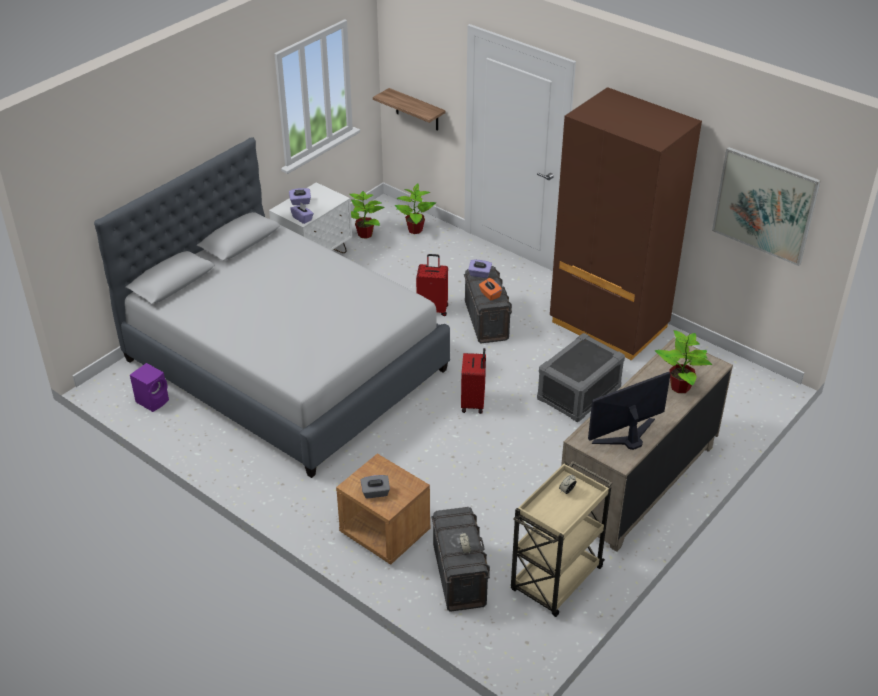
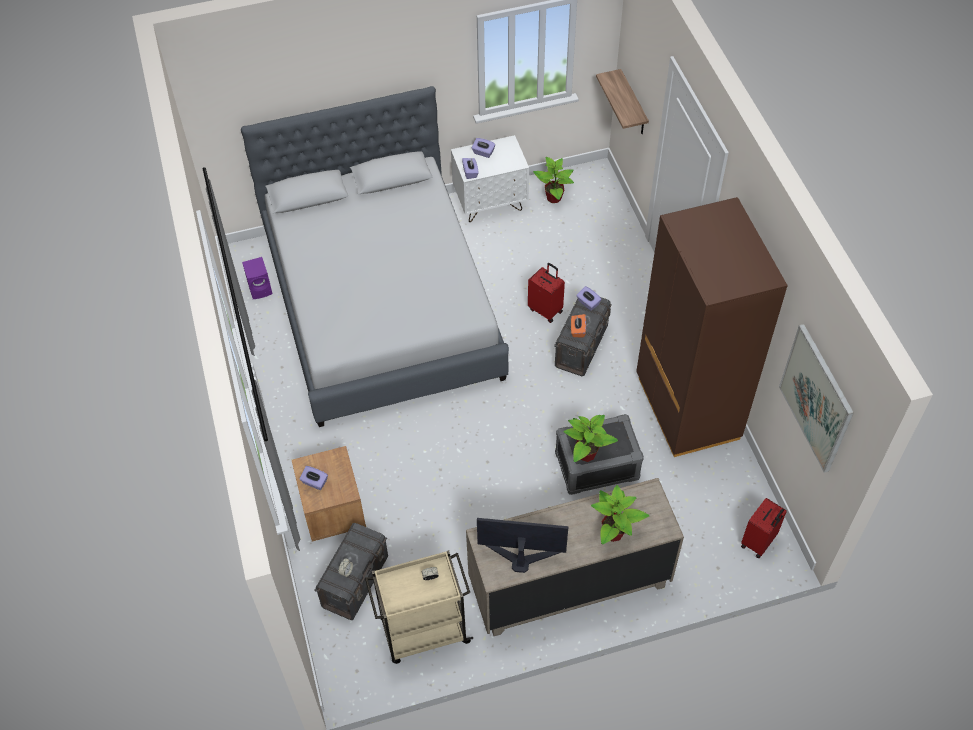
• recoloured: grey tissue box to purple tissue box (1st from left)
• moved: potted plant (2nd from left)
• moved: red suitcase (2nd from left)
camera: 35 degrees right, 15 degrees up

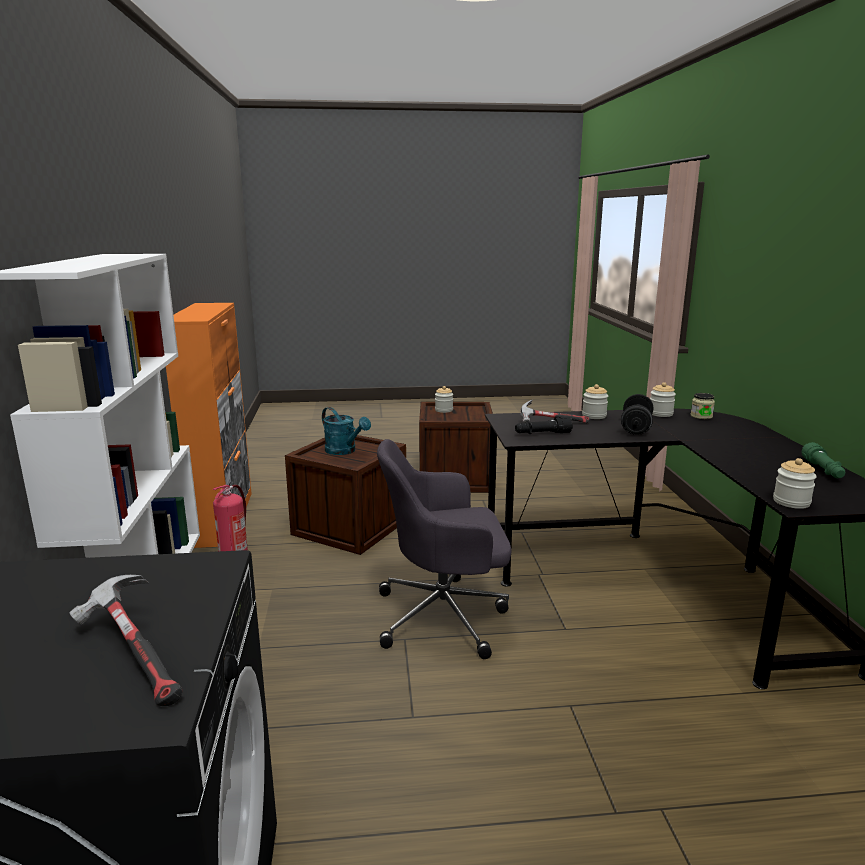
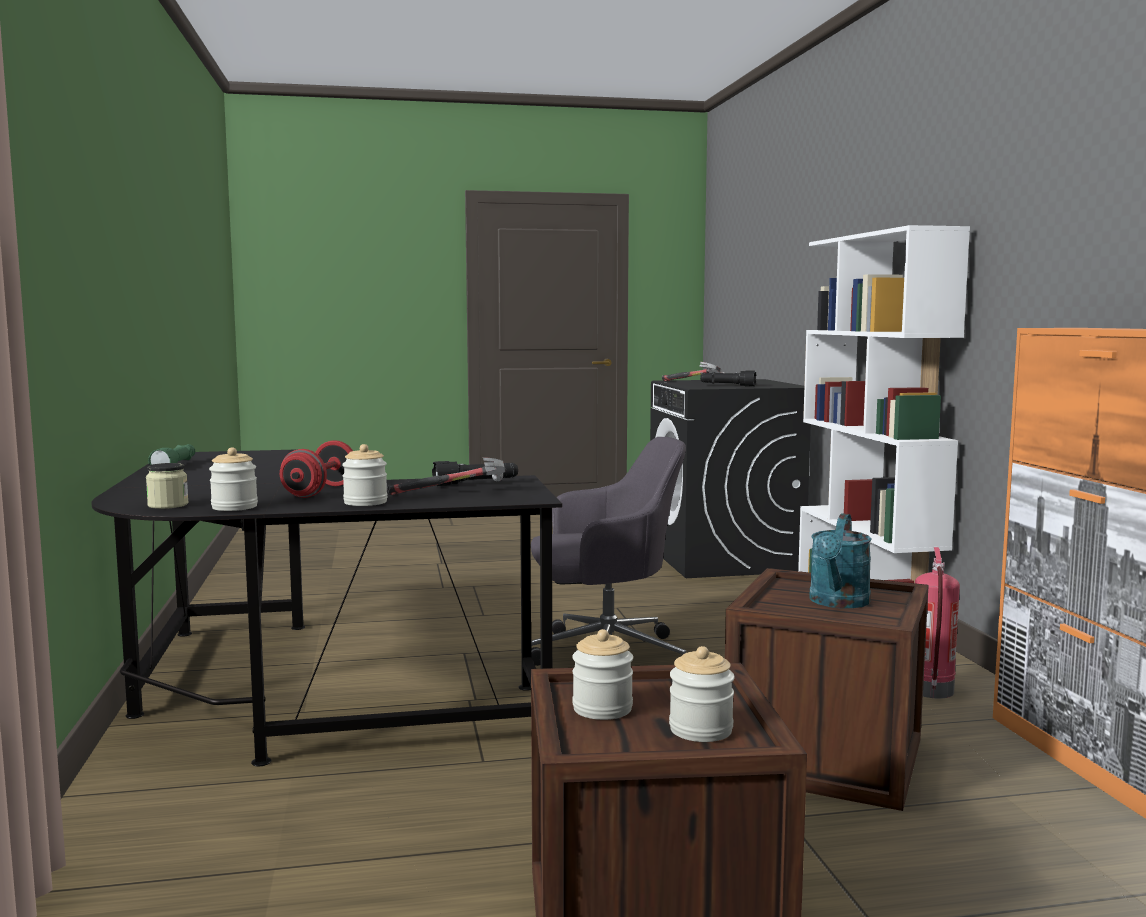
• recoloured: black dumbbell to red dumbbell
• moved: jar (5th from left in the first image) to jar (4th from left)
• added: black flashlight (2nd from left)
• turned: turquoise watering can 105 degrees counterclockwise
camera: 175 degrees right, 10 degrees down

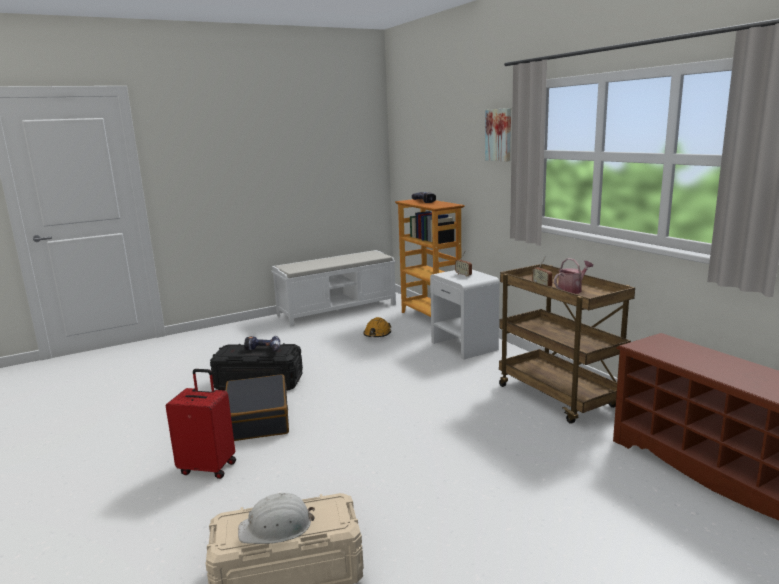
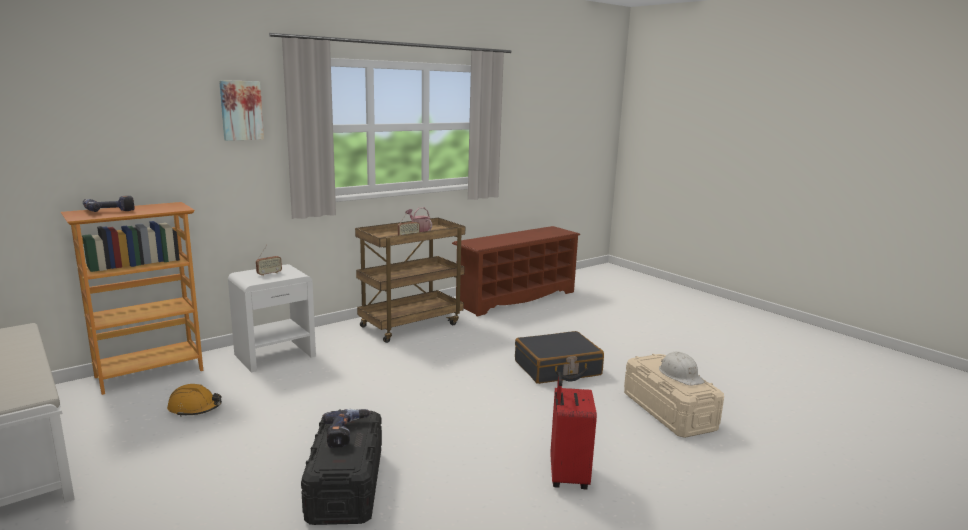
• moved: black suitcase
camera: 100 degrees left, 0 degrees up

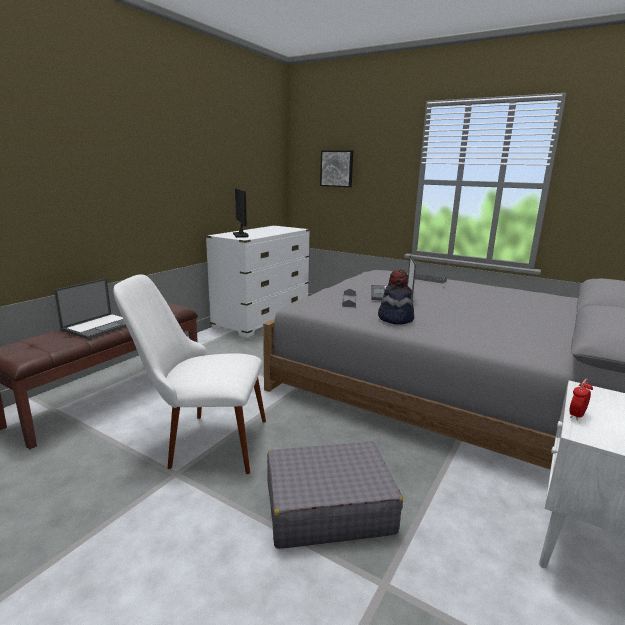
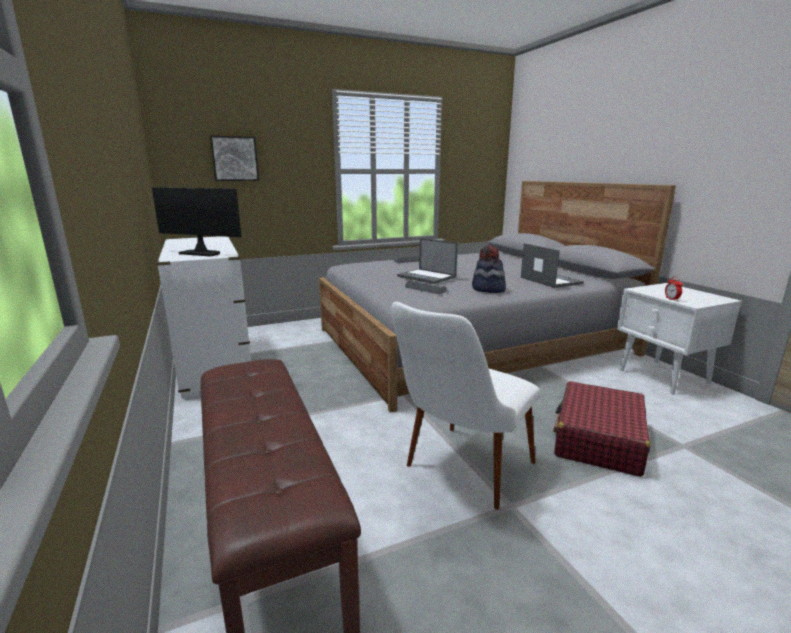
• moved: laptop (1st from left in the first image) to laptop (2nd from left)
• recoloured: grey suitcase to red suitcase
camera: 55 degrees left, 0 degrees up

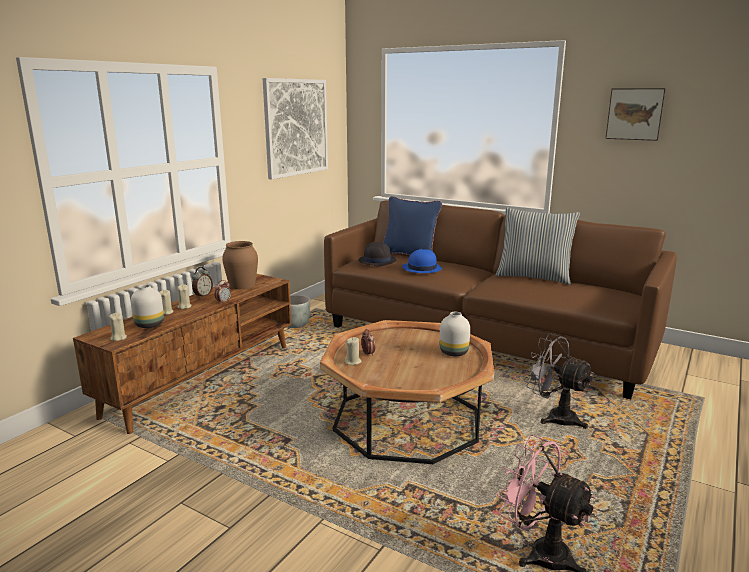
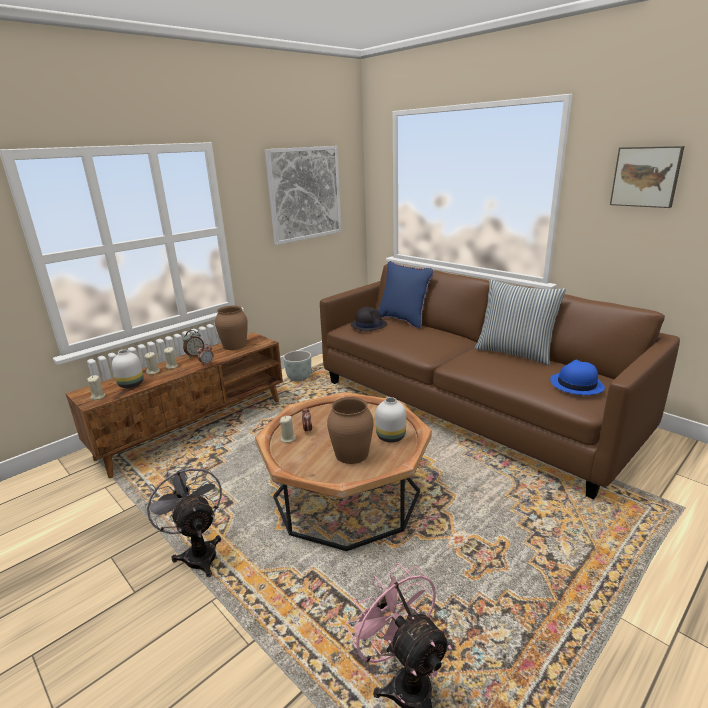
• moved: grey fan
• added: brown vase (2nd from left)
• moved: blue hat
camera: 15 degrees right, 5 degrees up

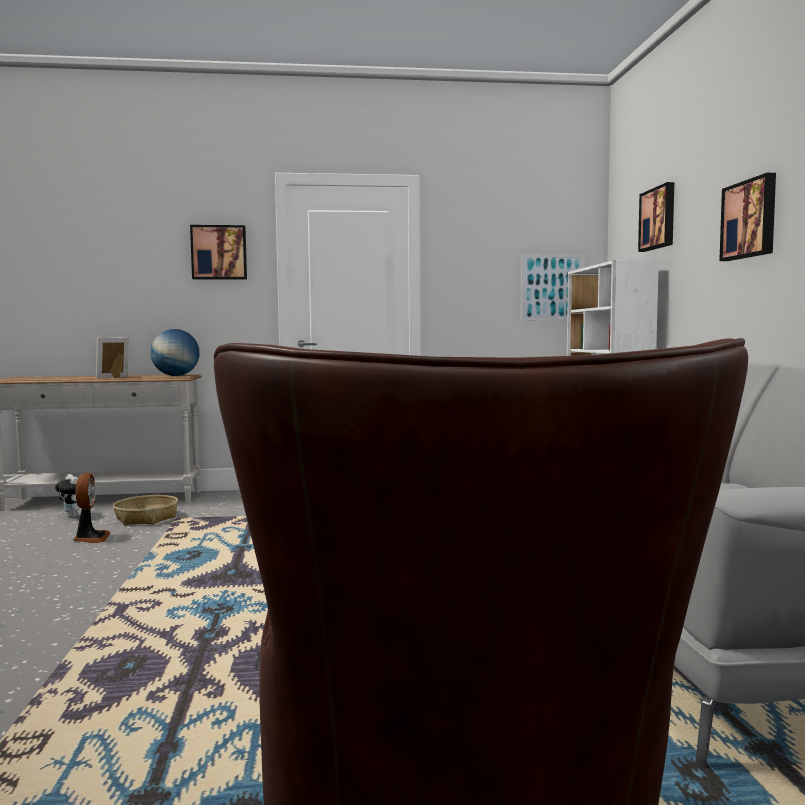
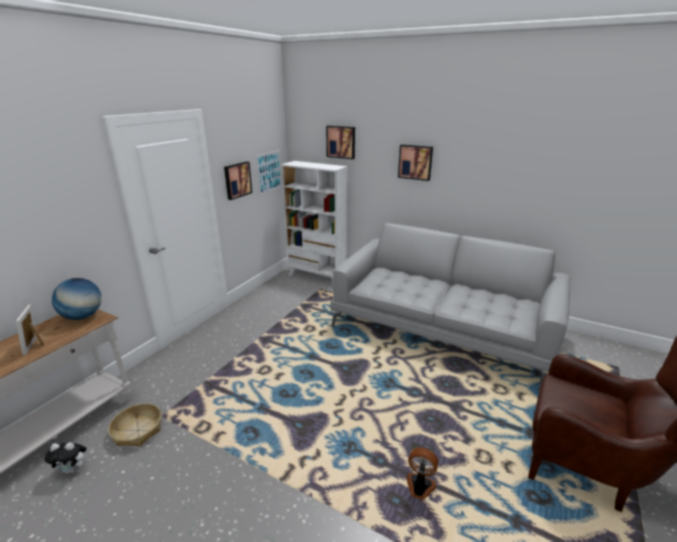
• moved: picture (1st from left)
• moved: fan
camera: 55 degrees left, 20 degrees up

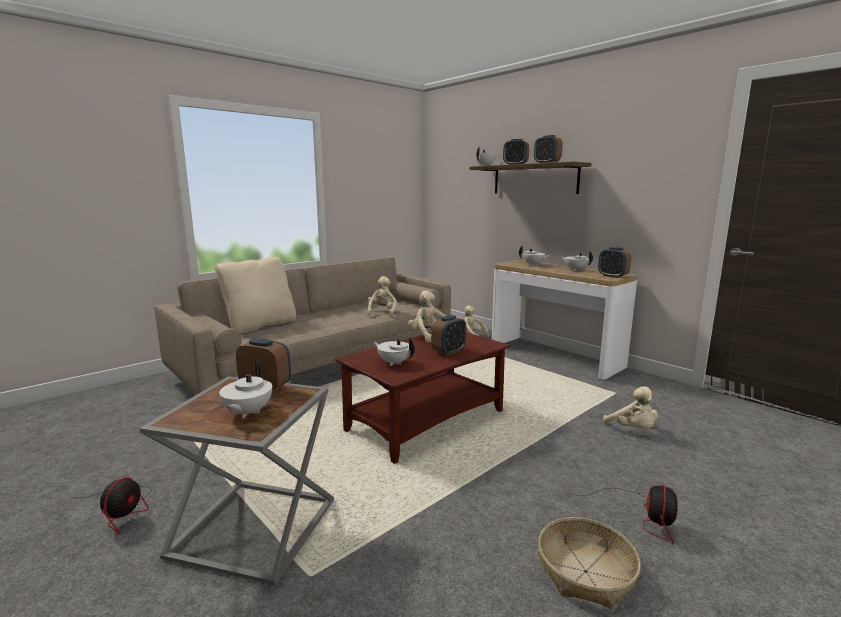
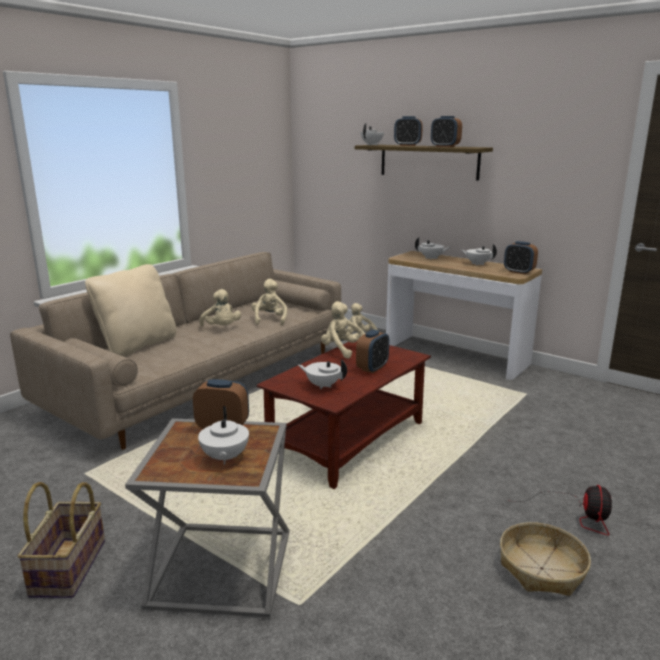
• replaced: fan (1st from left) to basket (1st from left)
• moved: beige plush toy (4th from left in the first image) to beige plush toy (1st from left)
camera: 10 degrees left, 5 degrees up

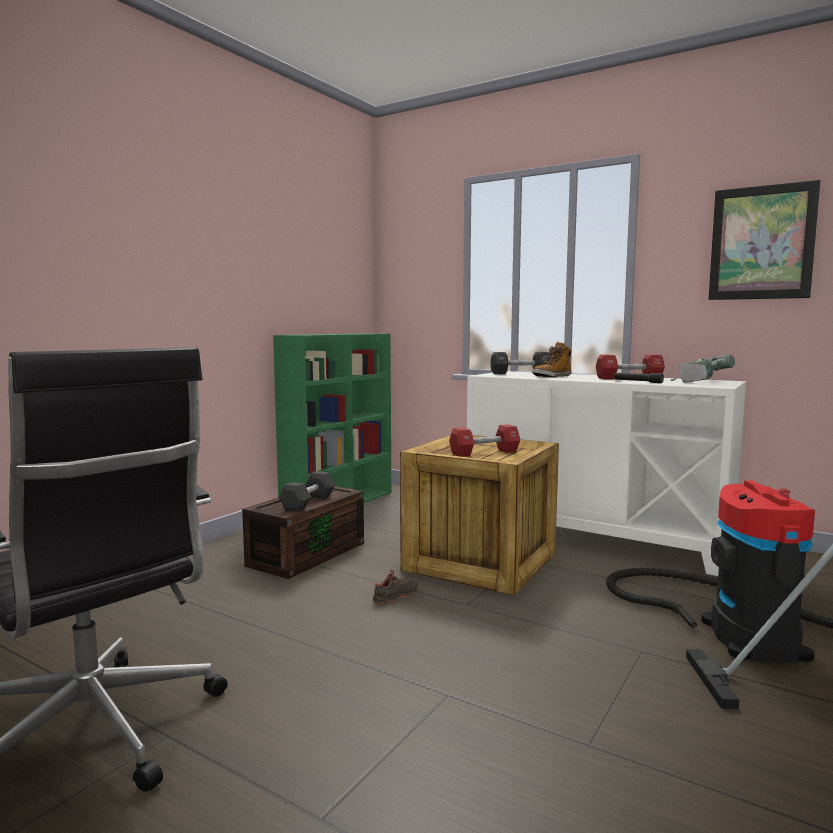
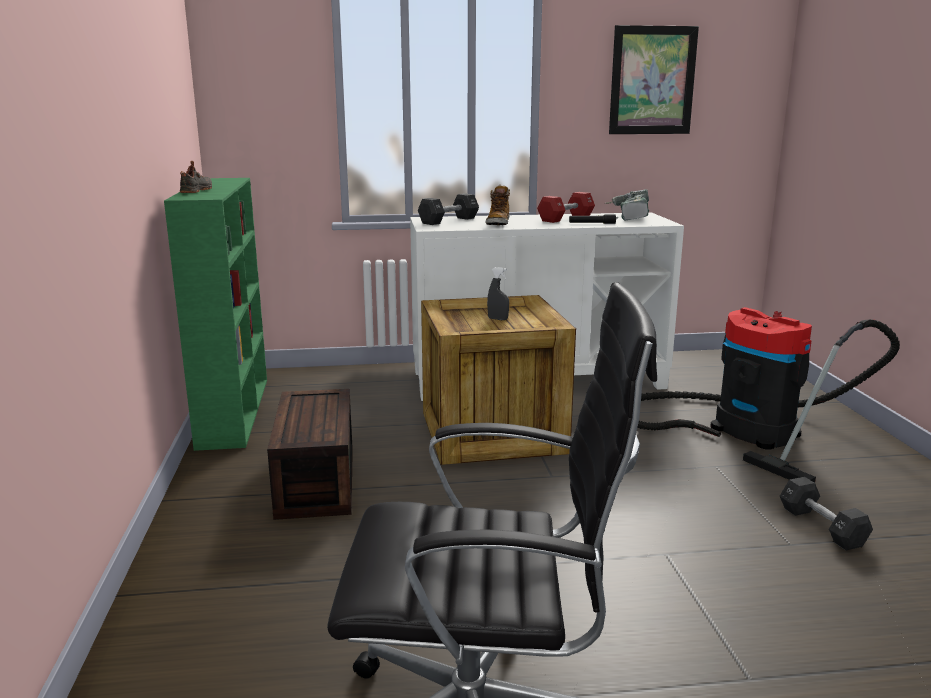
• moved: black shoe
• replaced: red dumbbell (1st from left) to grey spray bottle
• moved: black dumbbell (1st from left in the first image) to black dumbbell (2nd from left)
camera: 40 degrees left, 10 degrees up

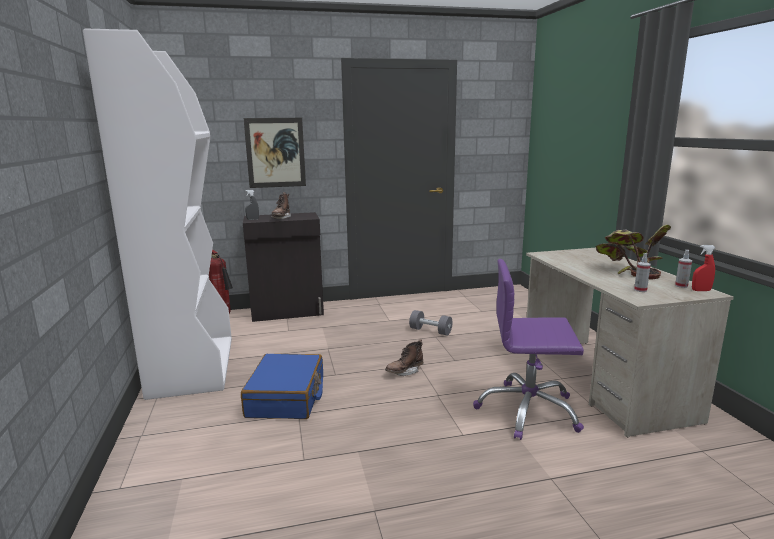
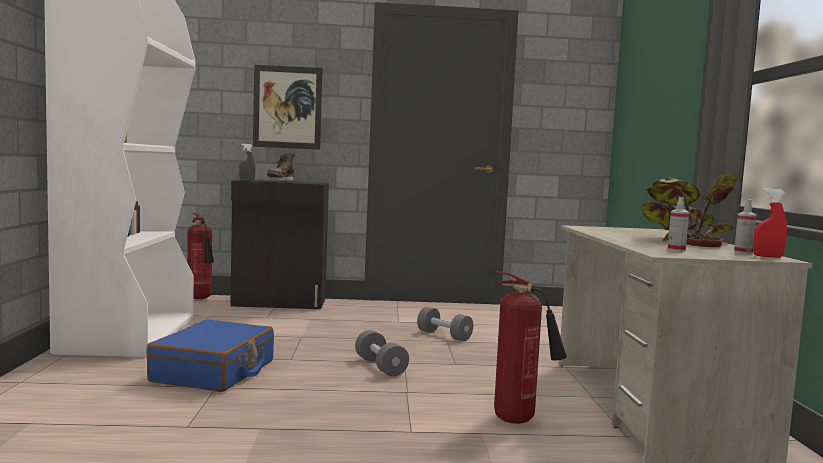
• replaced: brown boot (2nd from left) to grey dumbbell (1st from left)
• replaced: purple office chair to fire extinguisher (2nd from left)
camera: 10 degrees right, 10 degrees down

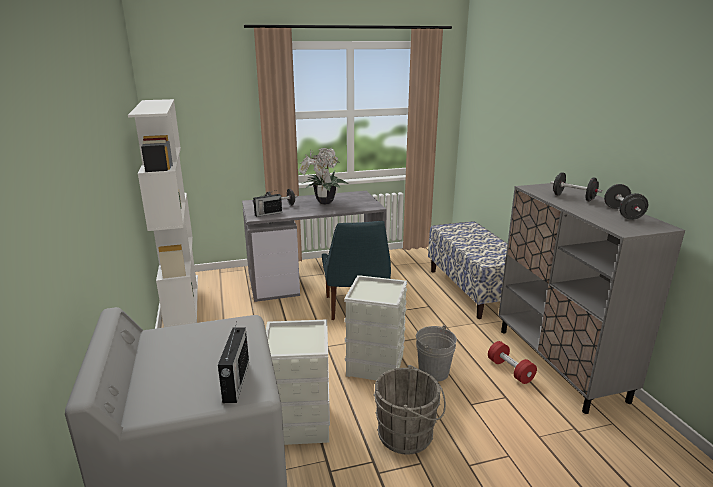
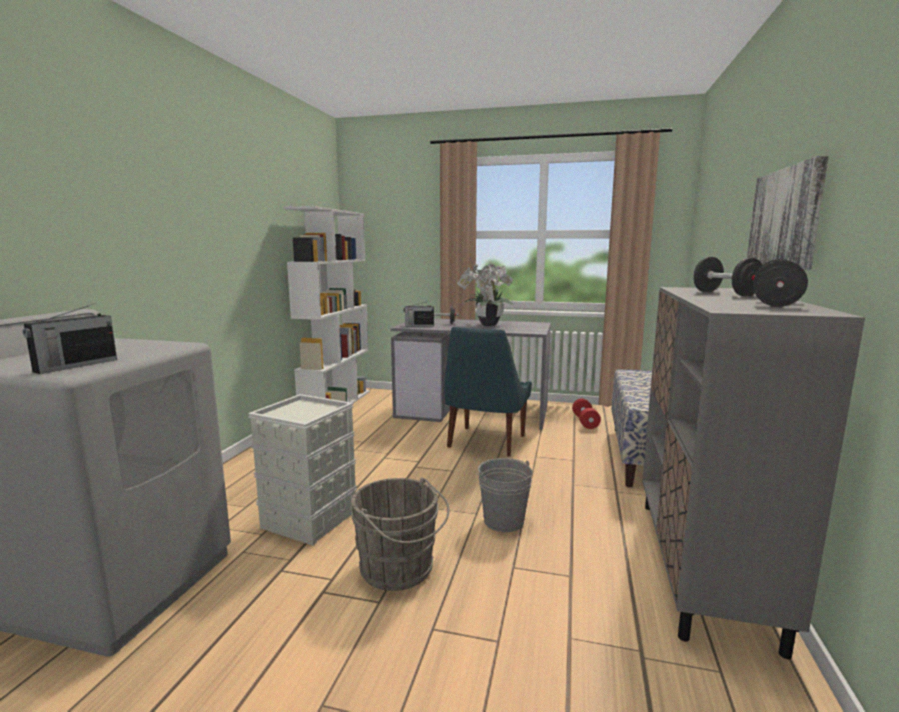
• moved: red dumbbell
• added: picture
• removed: grey storage box (2nd from left)
camera: 30 degrees right, 10 degrees down

